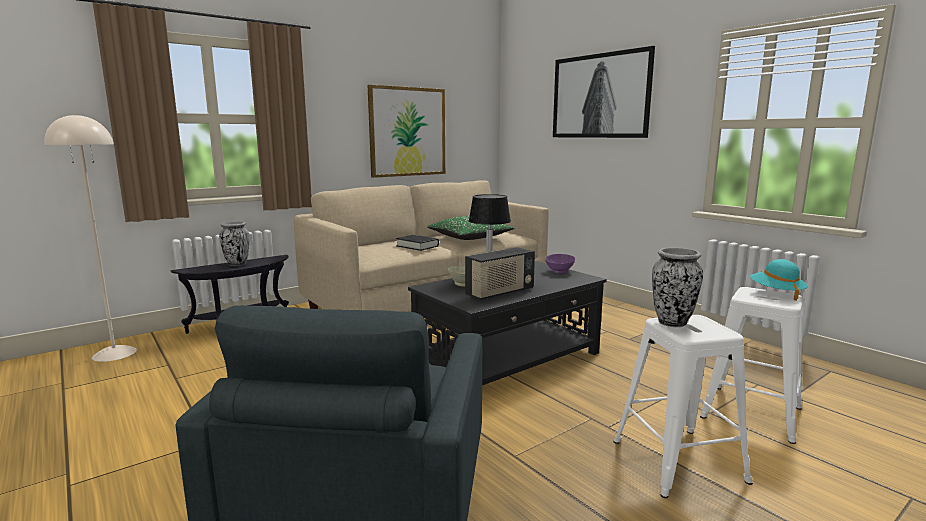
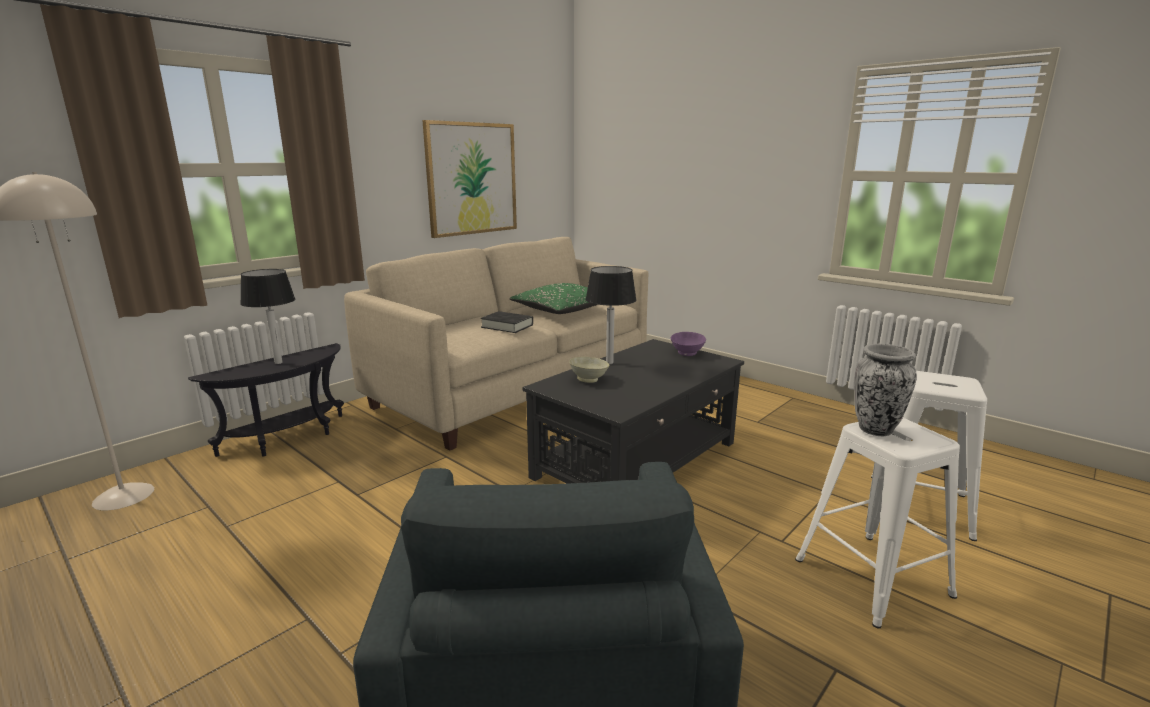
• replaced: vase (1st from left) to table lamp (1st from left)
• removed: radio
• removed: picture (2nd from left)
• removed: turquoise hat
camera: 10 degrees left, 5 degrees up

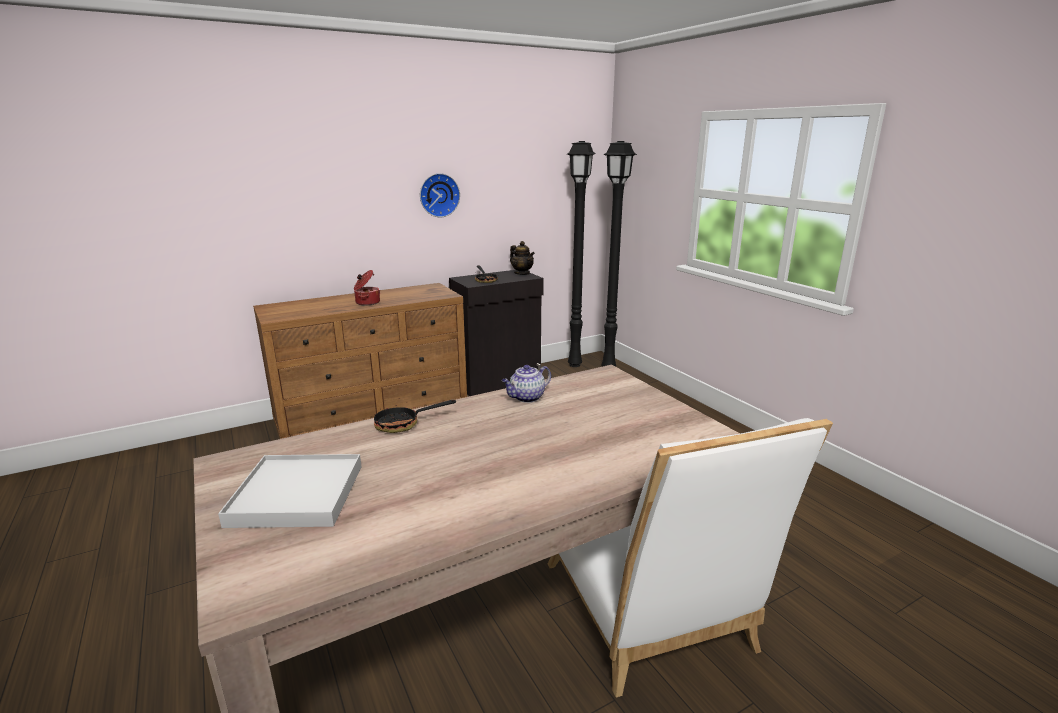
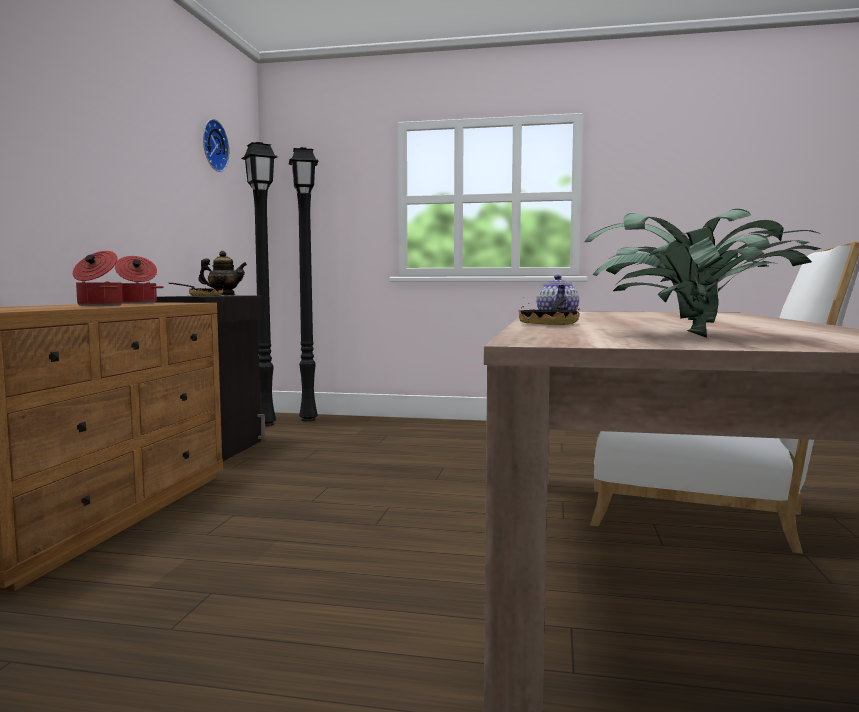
• added: cooking pot (2nd from left)
• moved: wall clock
• replaced: white tray to potted plant
camera: 50 degrees left, 15 degrees down

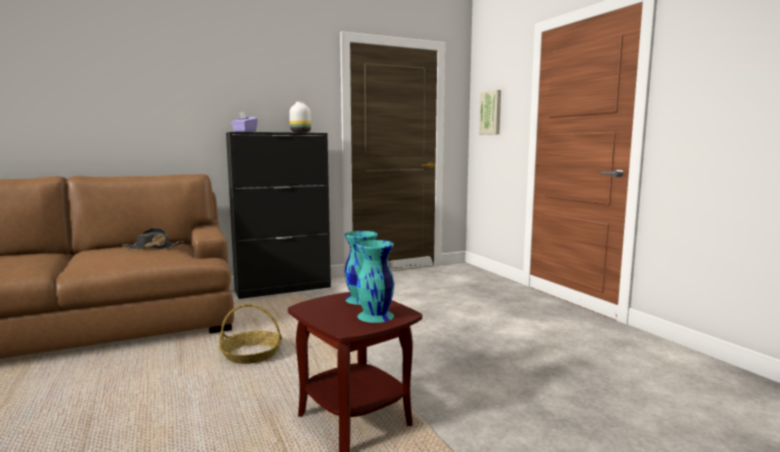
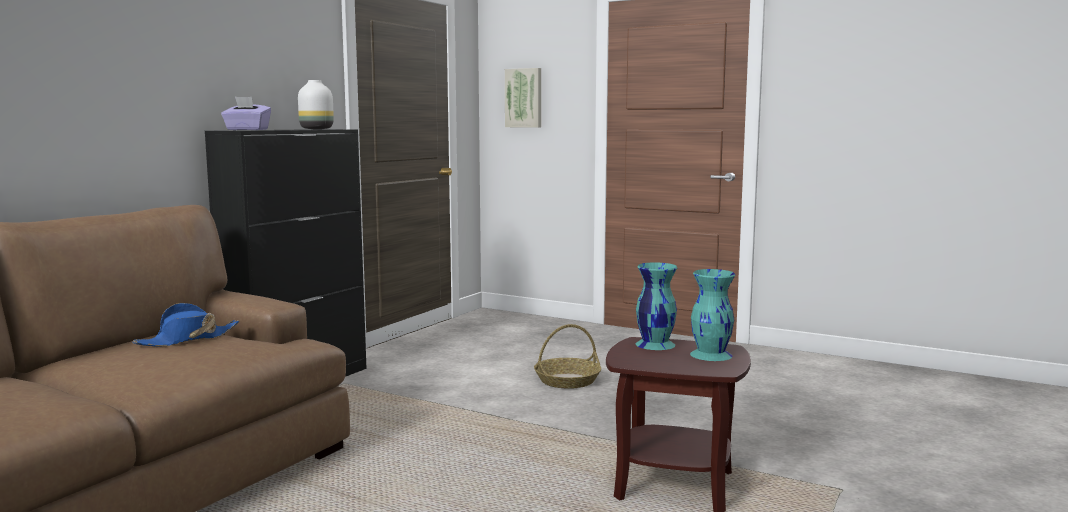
• recoloured: black hat to blue hat
• moved: basket
camera: 35 degrees left, 0 degrees up

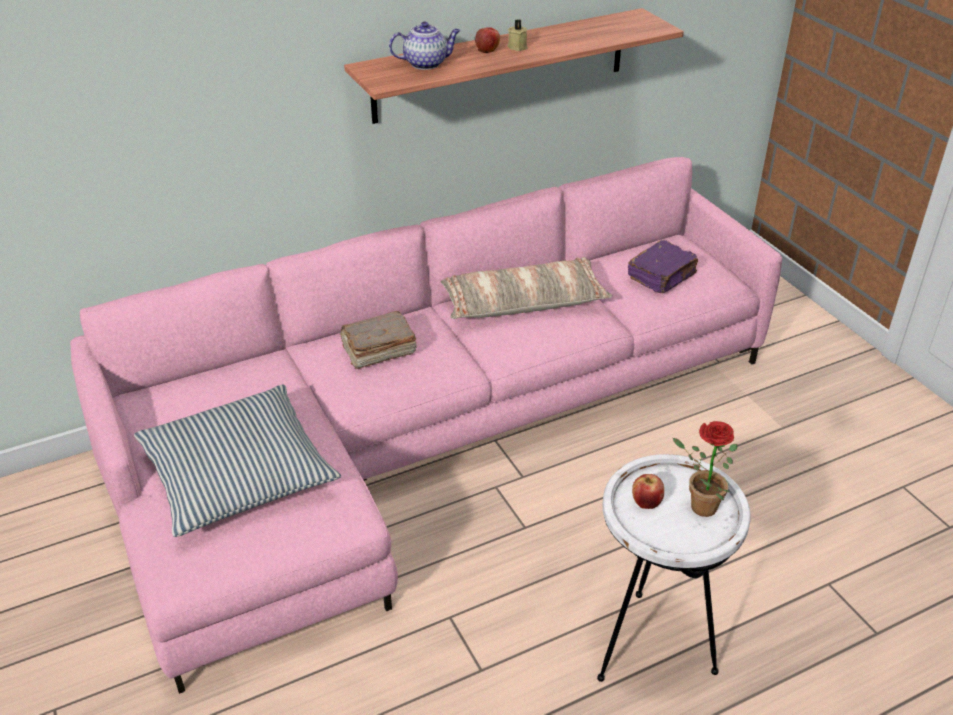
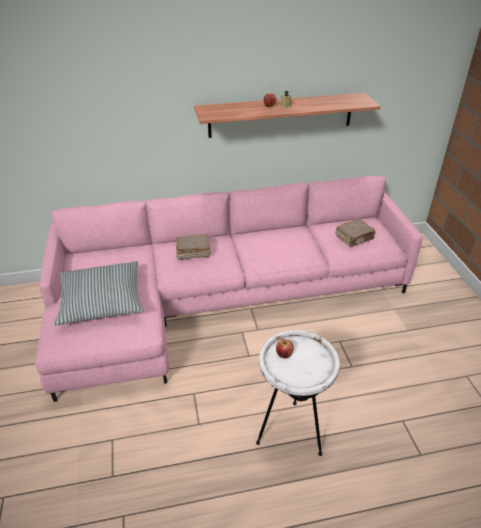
• recoloured: purple book to brown book (2nd from left)
• removed: teapot
• removed: pillow (2nd from left)
• removed: potted plant
camera: 15 degrees right, 0 degrees up

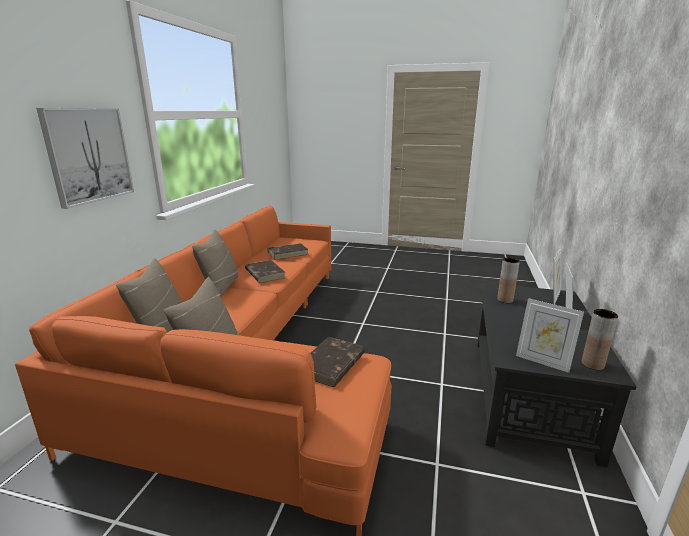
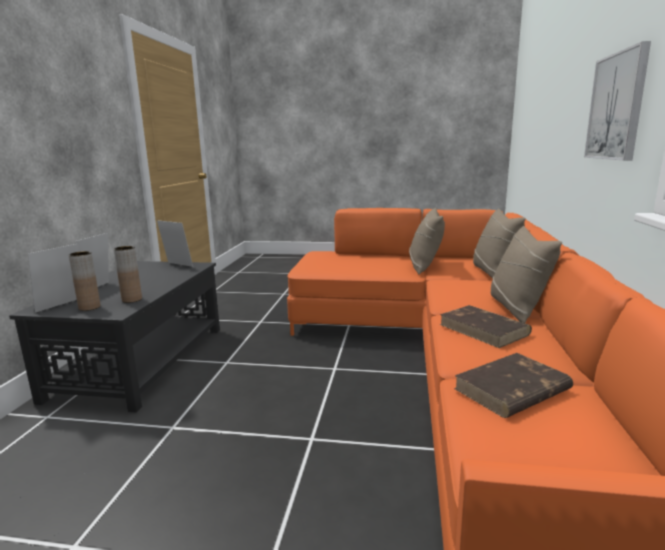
• moved: brown vase (2nd from left in the first image) to brown vase (1st from left)
• removed: brown book (3rd from left)
camera: 175 degrees right, 5 degrees down

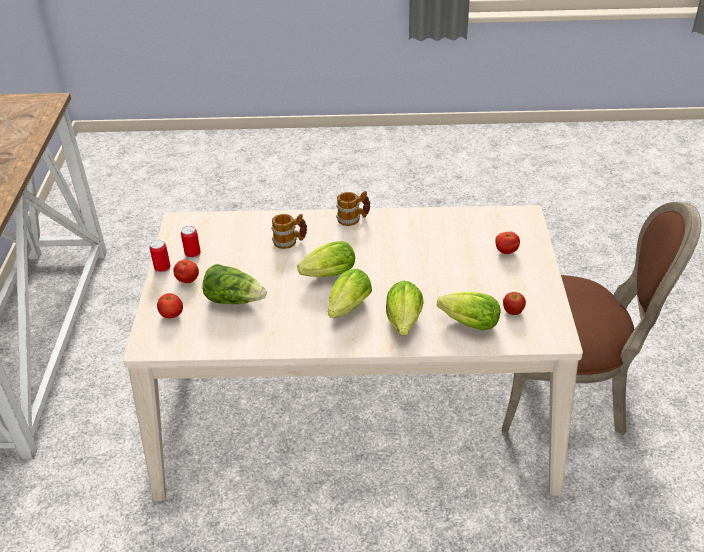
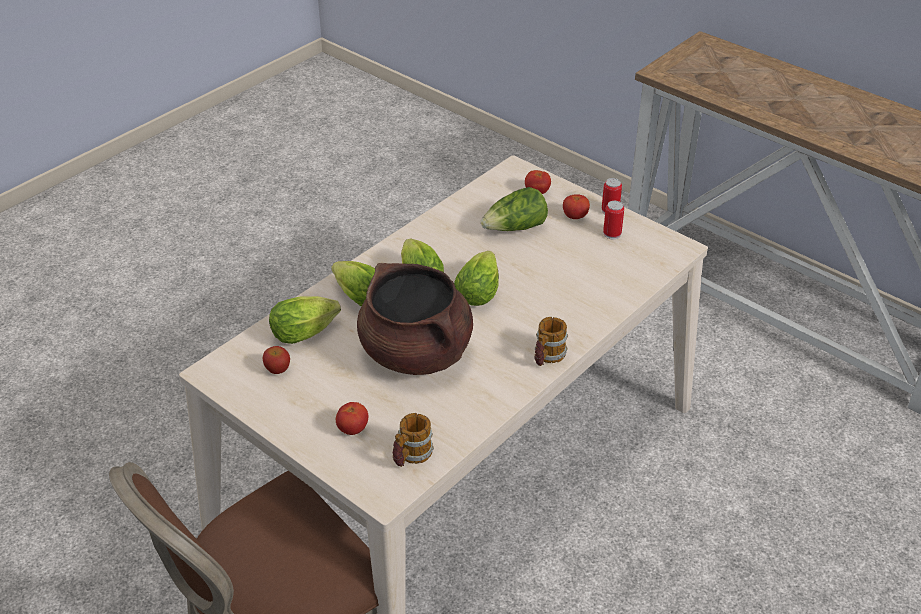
• added: brown cooking pot
• moved: mug (1st from left)
camera: 130 degrees right, 0 degrees up

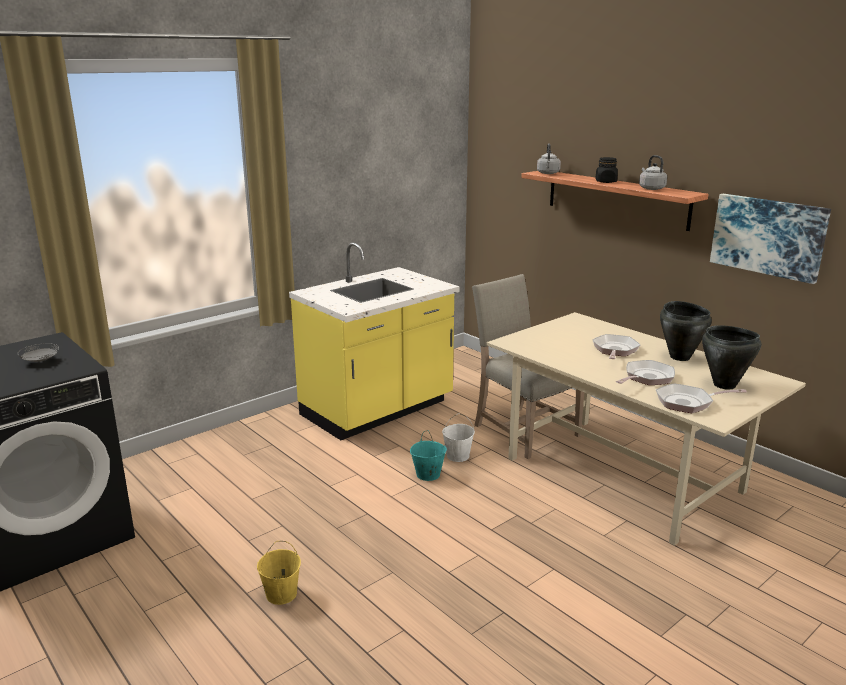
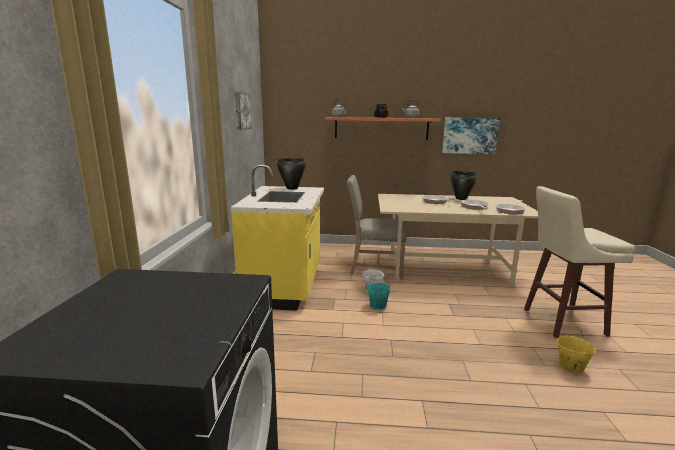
• added: picture (1st from left)
• moved: black cooking pot (2nd from left in the first image) to black cooking pot (1st from left)
• added: beige stool
• moved: yellow bucket
• removed: grey plate
camera: 45 degrees left, 5 degrees down

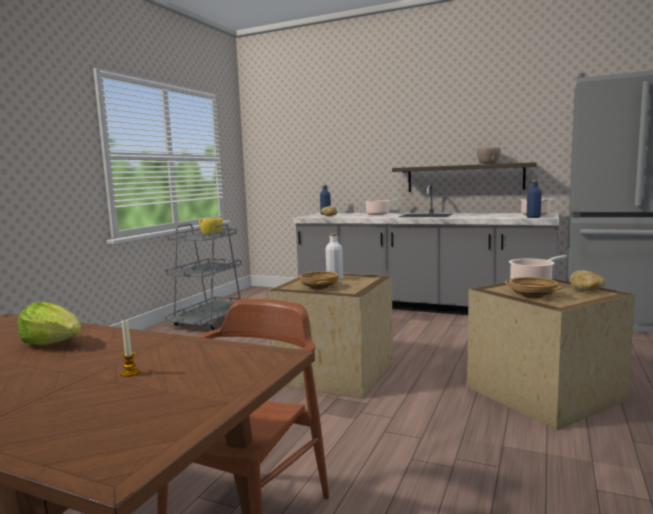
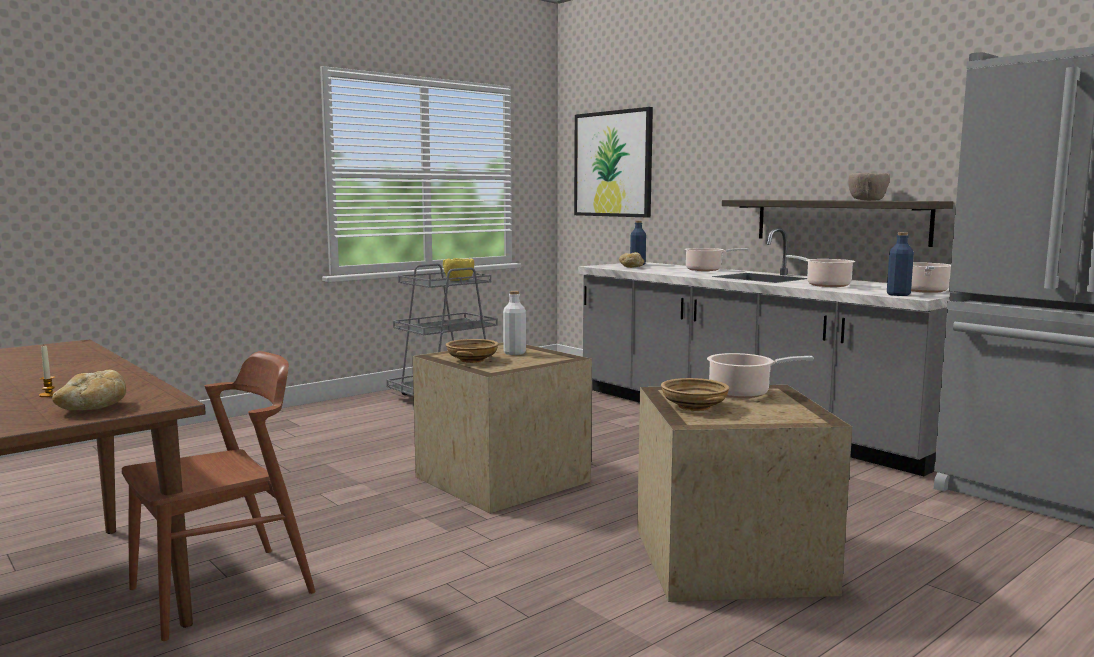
• moved: bread (2nd from left in the first image) to bread (1st from left)
• added: picture
• added: cooking pot (3rd from left)
• removed: lettuce
camera: 25 degrees right, 0 degrees up

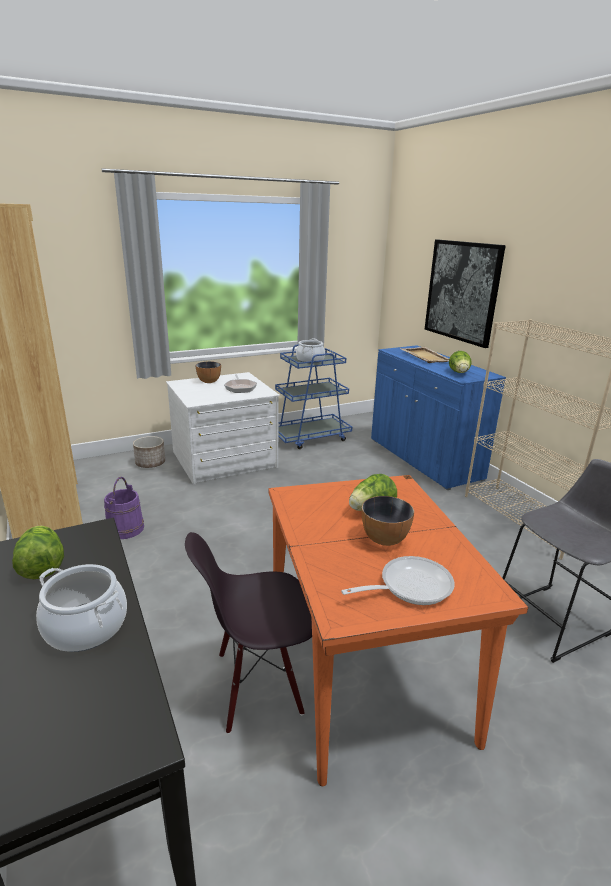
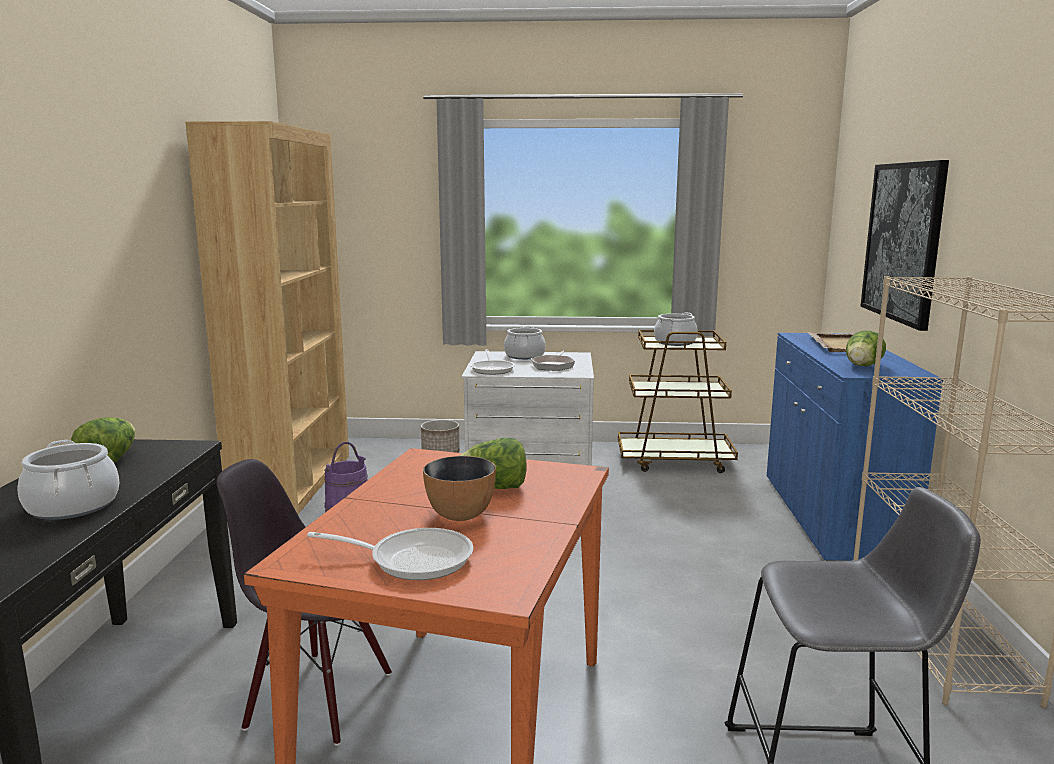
• added: frying pan (2nd from left)
• replaced: bowl (1st from left) to cooking pot (2nd from left)
• recoloured: blue cart to brown cart
camera: 30 degrees right, 10 degrees down

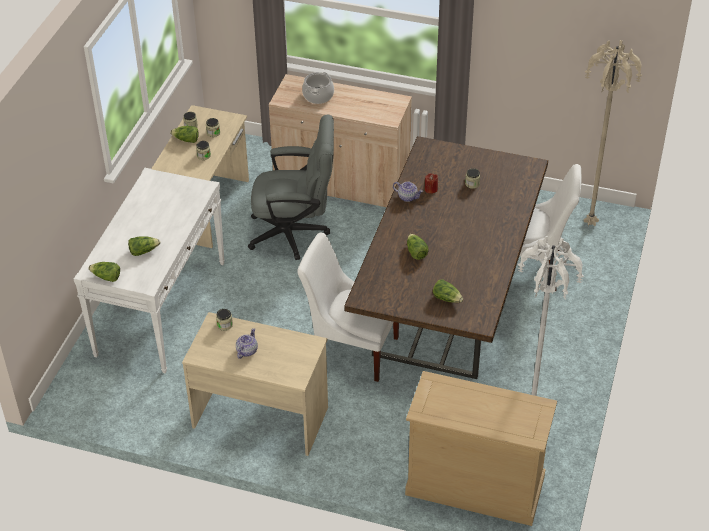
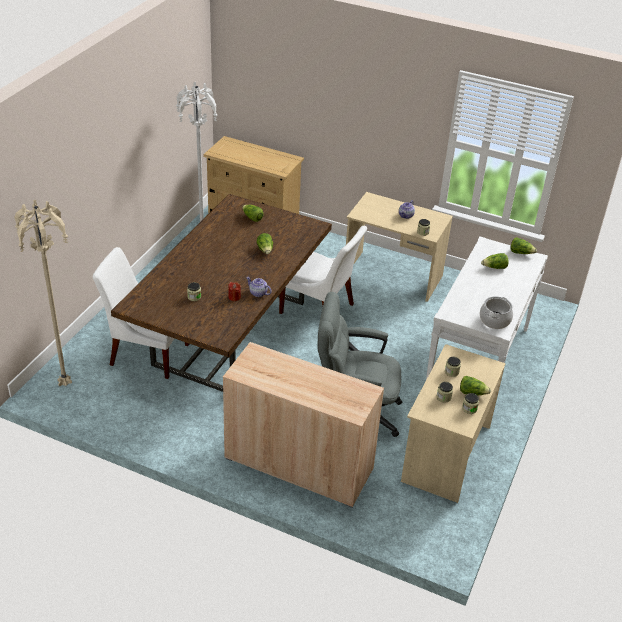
• moved: cooking pot
camera: 175 degrees left, 5 degrees down

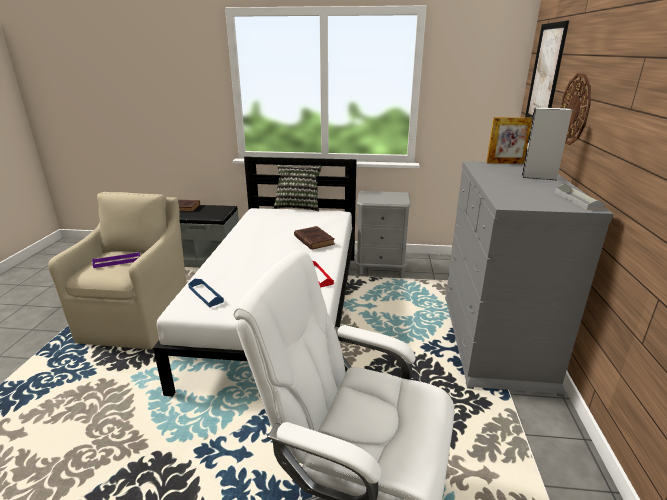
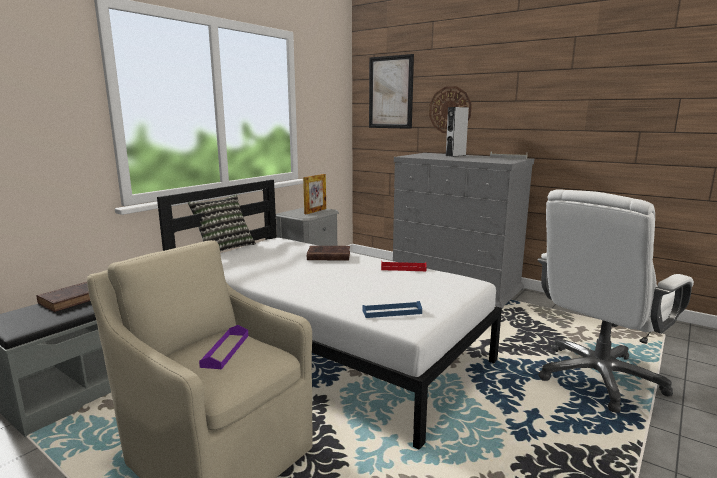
• moved: picture frame
camera: 60 degrees left, 10 degrees down

